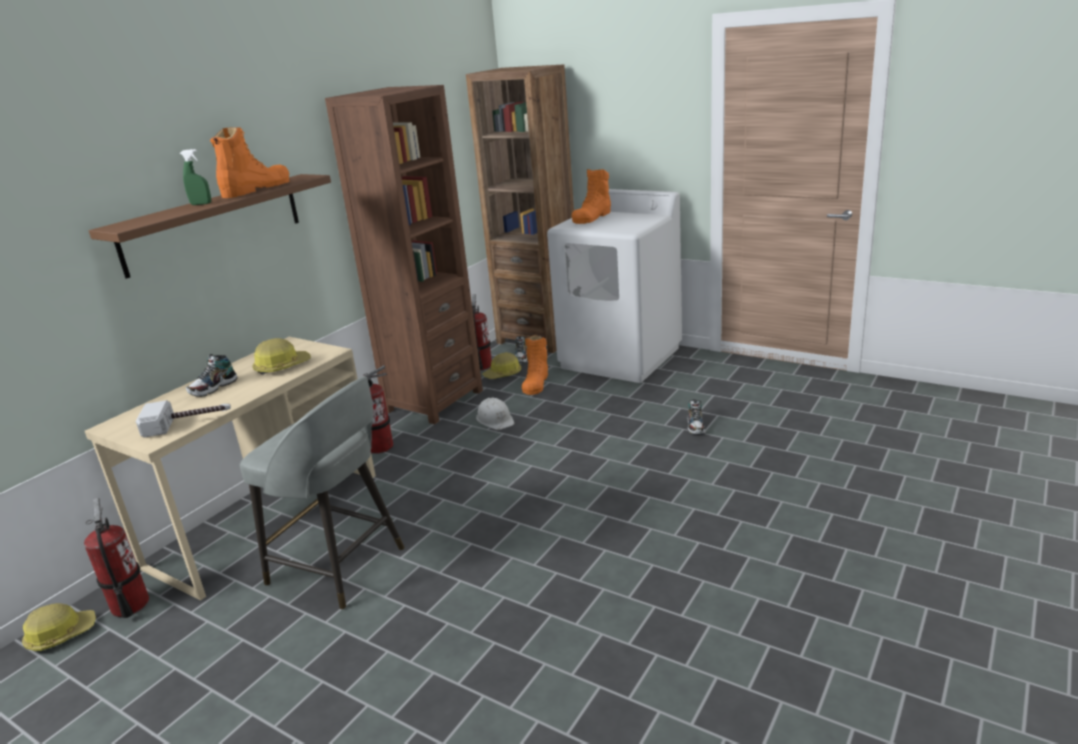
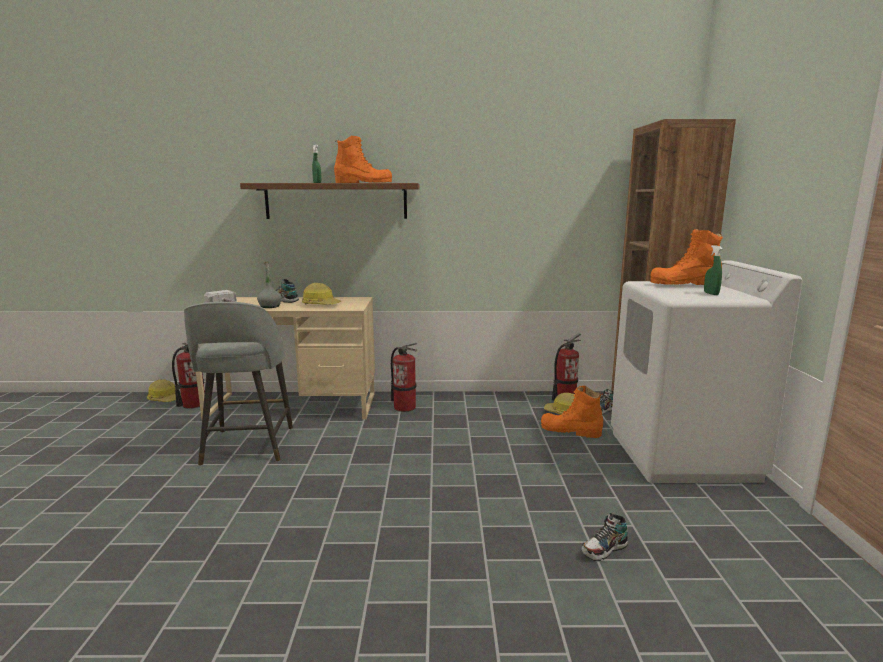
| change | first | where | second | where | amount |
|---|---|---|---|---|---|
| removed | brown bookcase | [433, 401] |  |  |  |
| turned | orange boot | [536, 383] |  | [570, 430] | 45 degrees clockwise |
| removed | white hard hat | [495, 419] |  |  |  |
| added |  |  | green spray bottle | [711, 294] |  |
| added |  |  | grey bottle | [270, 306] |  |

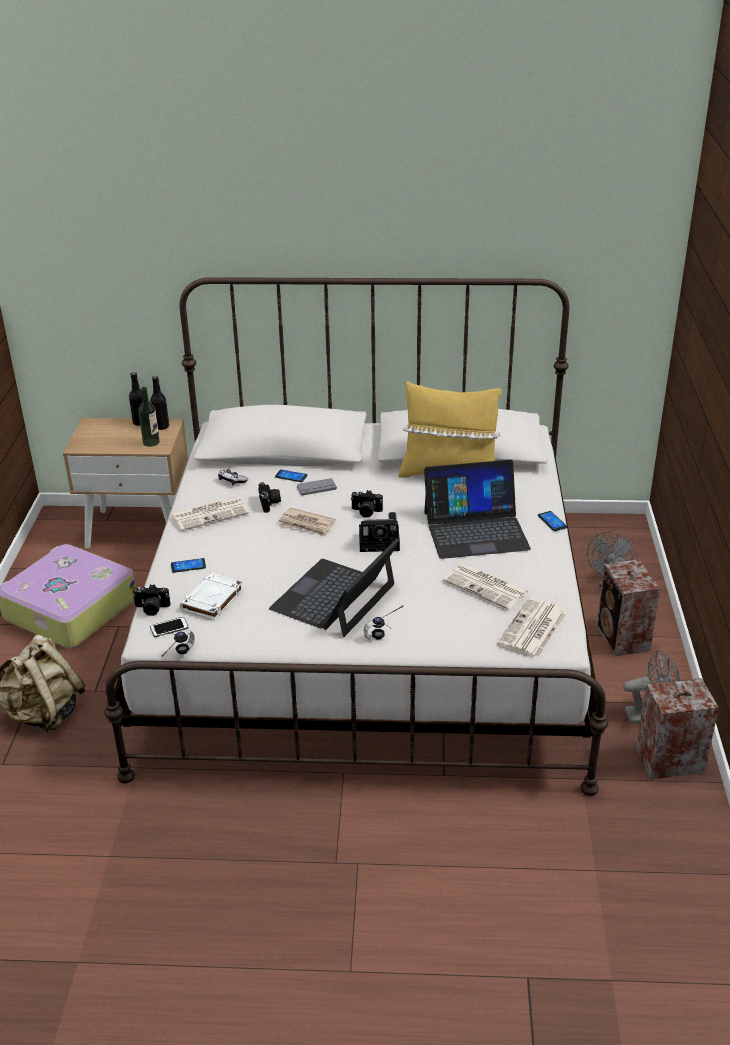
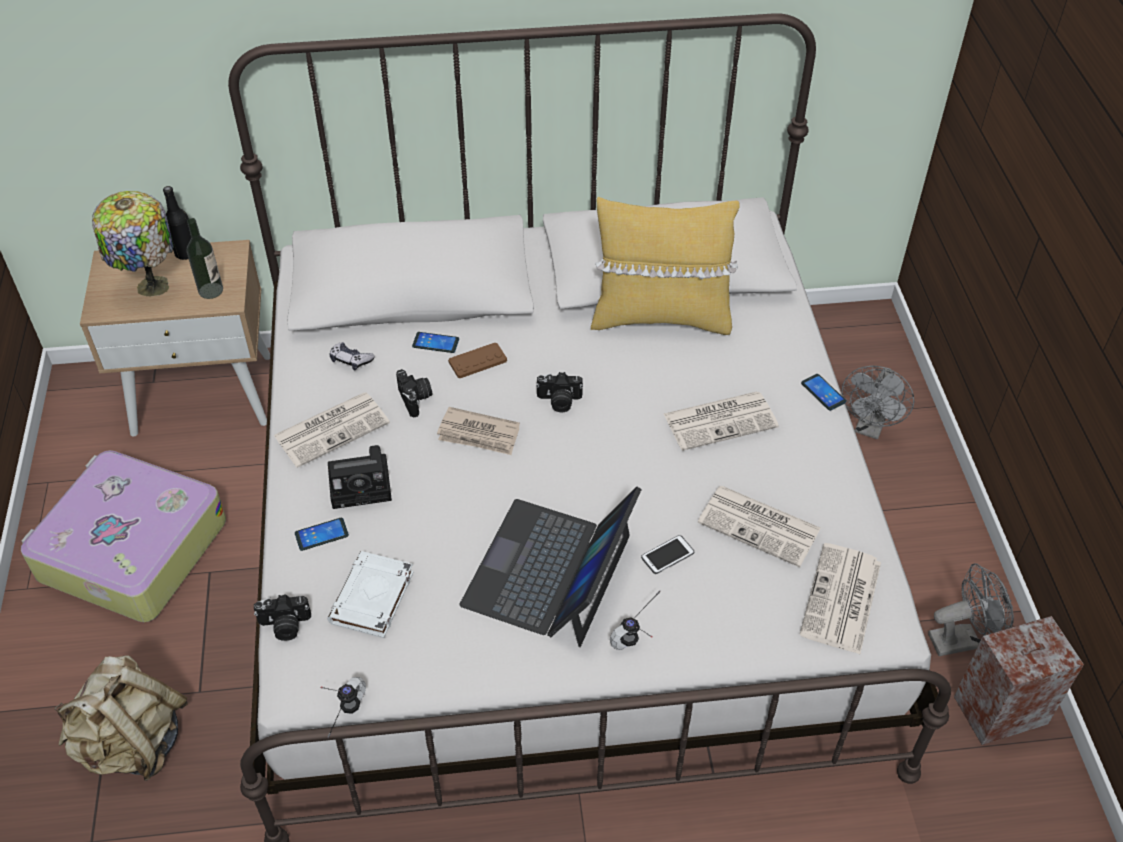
| change | first | where | second | where | amount |
|---|---|---|---|---|---|
| removed | black bottle | [161, 427] |  |  |  |
| replaced | laptop | [475, 530] | newspaper | [721, 420] |  |
| recoloured | grey game controller | [316, 487] | brown game controller | [477, 361] |  |
| moved | photo camera | [381, 541] |  | [363, 485] |  |
| removed | speaker | [622, 639] |  |  |  |
| moved | phone | [169, 628] |  | [667, 555] |  |
| added |  |  | table lamp | [150, 287] |  |

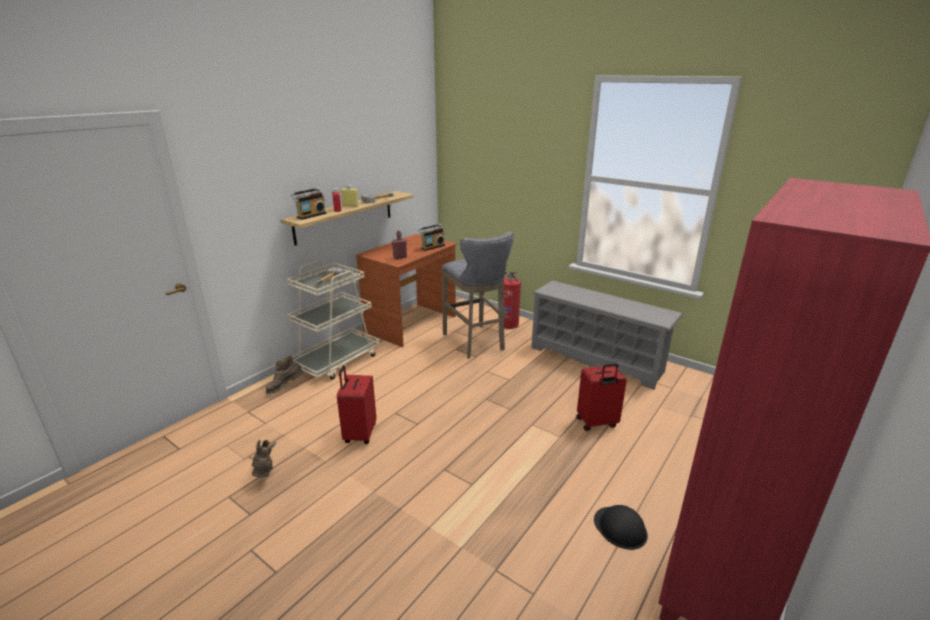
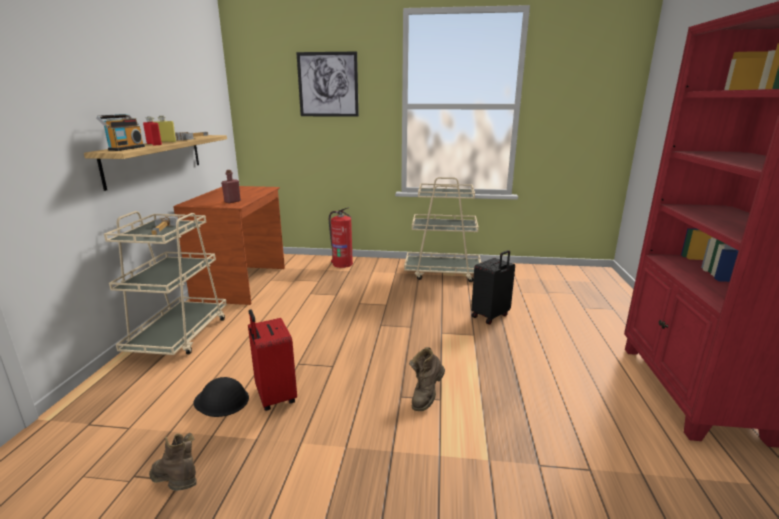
| change | first | where | second | where | amount |
|---|---|---|---|---|---|
| removed | radio | [432, 247] |  |  |  |
| removed | grey stool | [475, 343] |  |  |  |
| replaced | grey shoe rack | [597, 359] | beige cart | [442, 272] |  |
| moved | brown boot | [285, 388] |  | [426, 396] |  |
| recoloured | red suitcase | [597, 423] | black suitcase | [491, 316] |  |
| moved | black hard hat | [620, 528] |  | [221, 400] |  |
| added |  |  | picture | [328, 84] |  |

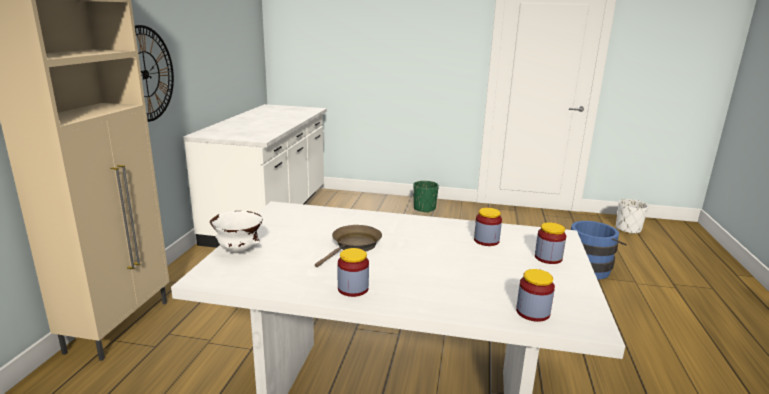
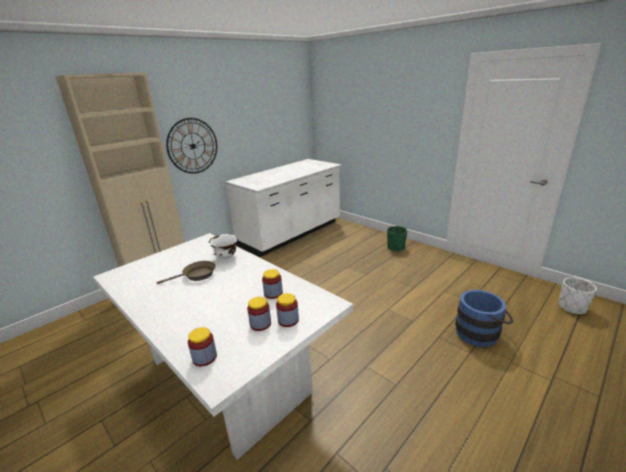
| change | first | where | second | where | amount |
|---|---|---|---|---|---|
| moved | white bowl | [239, 251] |  | [226, 257] |  |
| moved | jar | [353, 288] |  | [260, 324] |  |

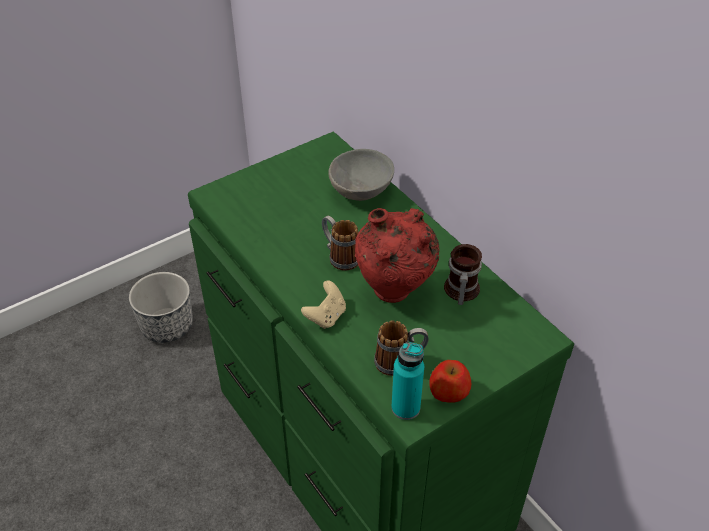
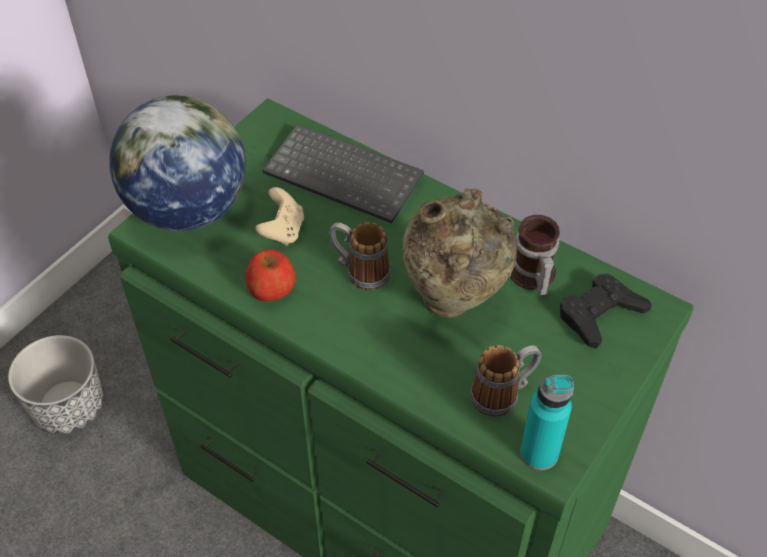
| change | first | where | second | where | amount |
|---|---|---|---|---|---|
| replaced | grey bowl | [362, 192] | keyboard | [346, 174] |  |
| recoloured | red vase | [394, 294] | beige vase | [453, 304] |  |
| moved | beige game controller | [326, 316] |  | [283, 231] |  |
| moved | apple | [448, 392] |  | [271, 289] |  |
| added |  |  | globe | [188, 210] |  |
| added |  |  | black game controller | [599, 314] |  |

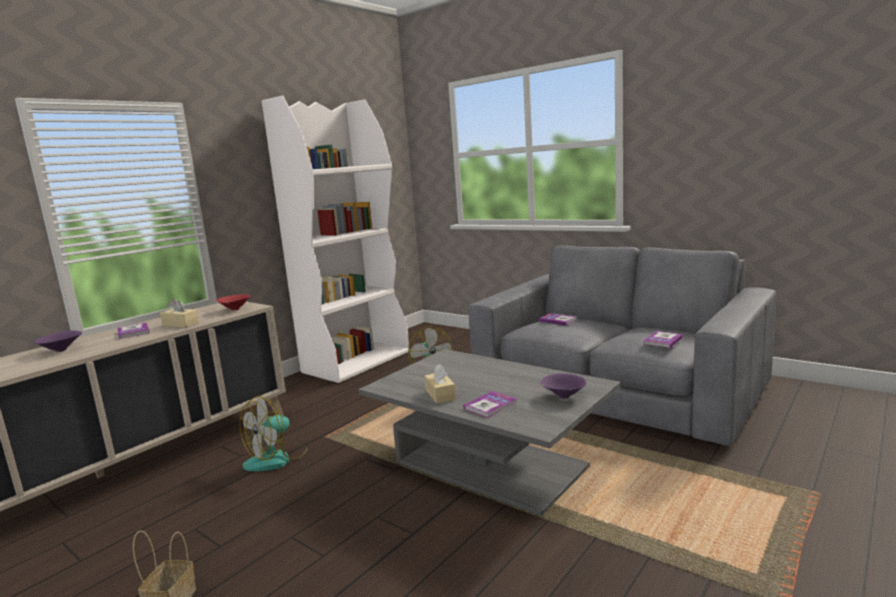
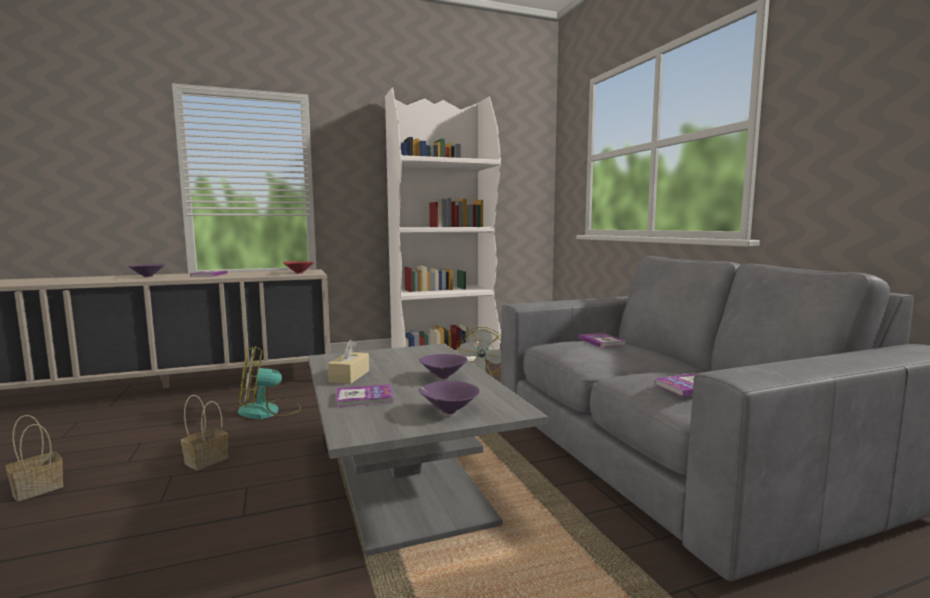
| change | first | where | second | where | amount |
|---|---|---|---|---|---|
| removed | beige tissue box | [180, 324] |  |  |  |
| added |  |  | purple bowl | [443, 377] |  |
| added |  |  | basket | [207, 460] |  |

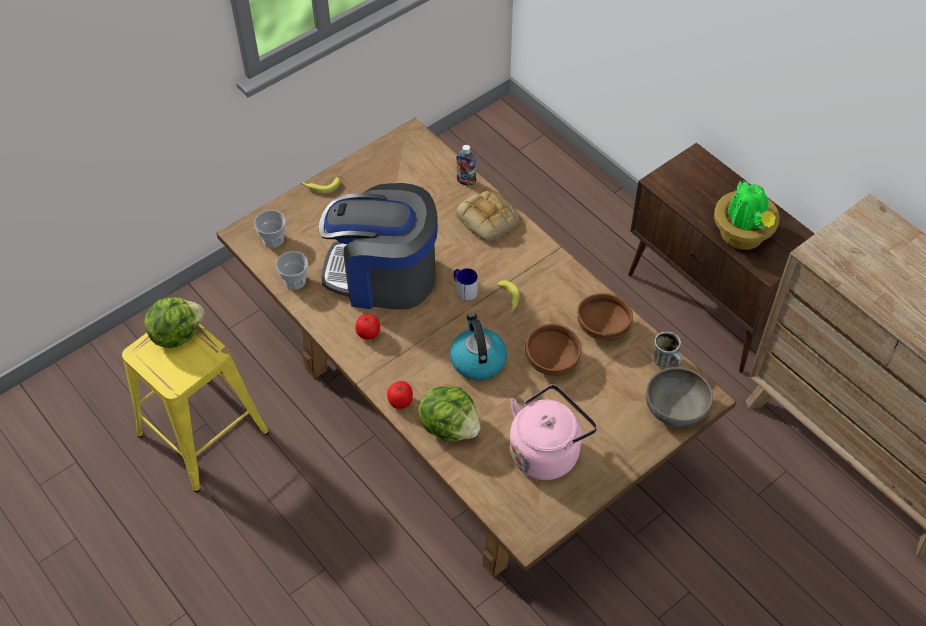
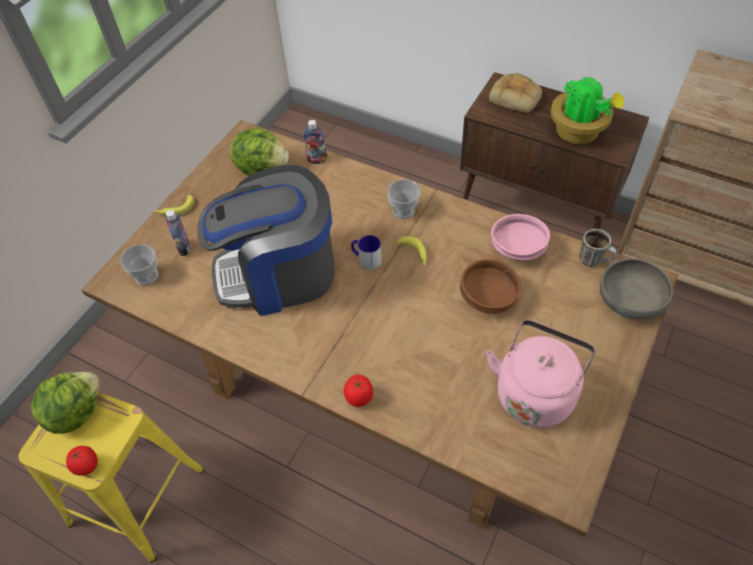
| change | first | where | second | where | amount |
|---|---|---|---|---|---|
| moved | bread | [488, 219] |  | [516, 97] |  |
| moved | cup | [295, 281] |  | [403, 211] |  |
| recoloured | brown bowl | [603, 327] | pink bowl | [517, 249] |  |
| removed | kettle | [477, 360] |  |  |  |
| moved | tomato | [368, 334] |  | [87, 466] |  |
| moved | lettuce | [450, 426] |  | [262, 167] |  |
| added |  |  | bottle | [184, 248] |  |

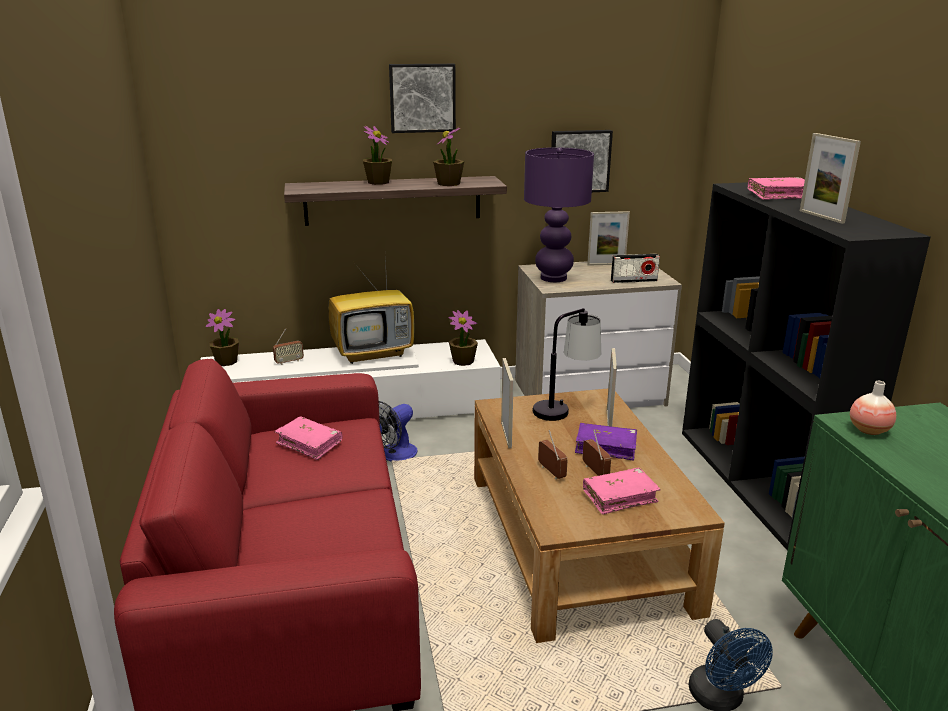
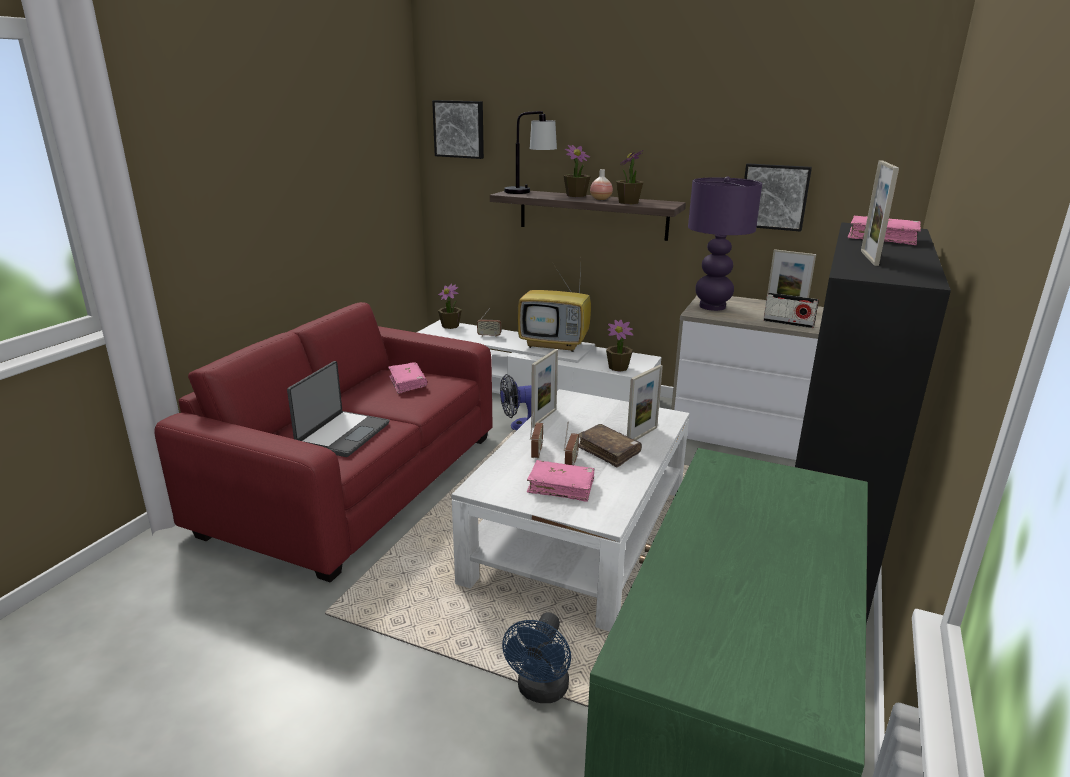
| change | first | where | second | where | amount |
|---|---|---|---|---|---|
| moved | picture | [422, 98] |  | [459, 129] |  |
| moved | table lamp | [564, 408] |  | [529, 192] |  |
| moved | vase | [869, 430] |  | [600, 199] |  |
| recoloured | brown coffee table | [576, 540] | white coffee table | [580, 532] |  |
| recoloured | purple book | [605, 448] | brown book | [608, 451] |  |
| added |  |  | laptop | [342, 434] |  |

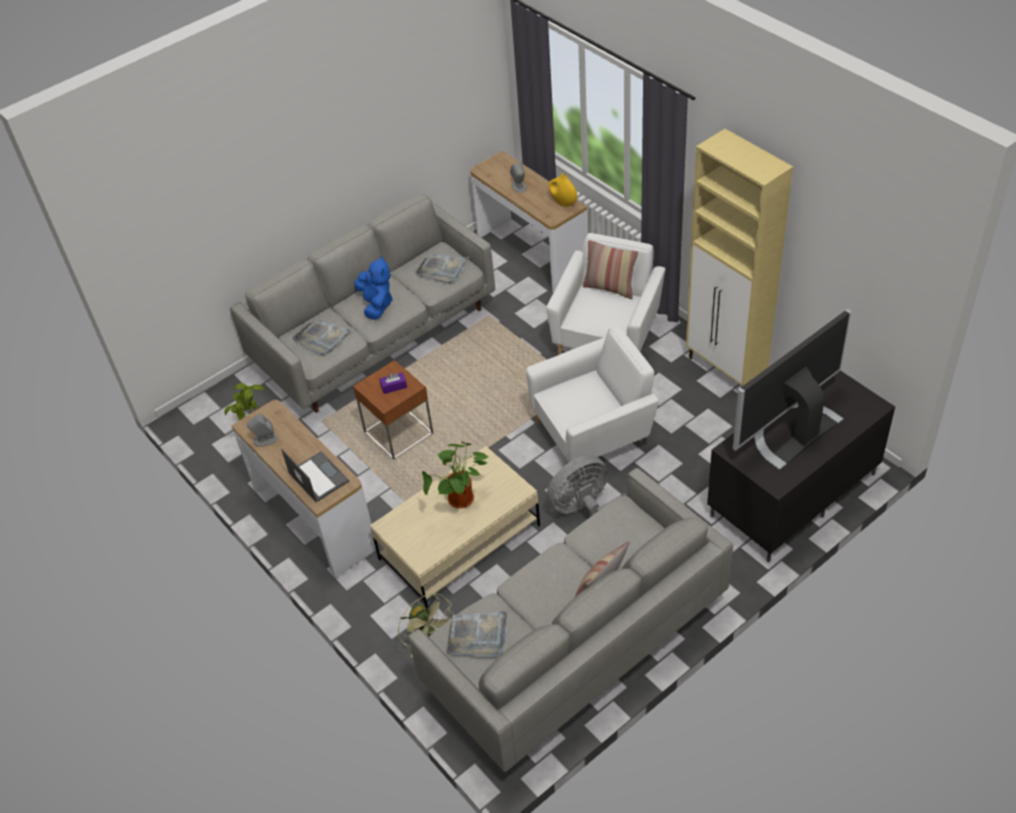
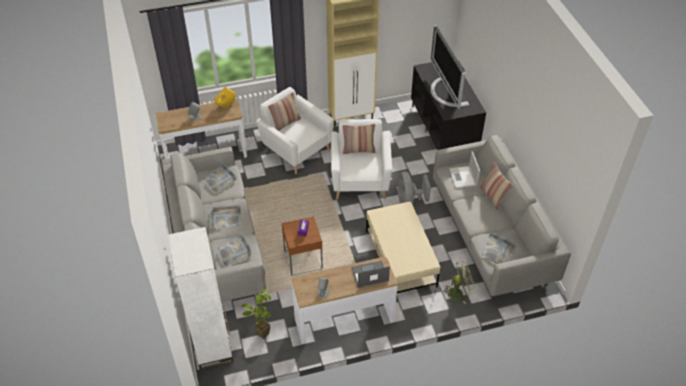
| change | first | where | second | where | amount |
|---|---|---|---|---|---|
| replaced | blue plush toy | [376, 304] | grey tray | [225, 218] |  |
| removed | potted plant | [461, 502] |  |  |  |
| added |  |  | pillow | [358, 150] |  |
| added |  |  | laptop | [463, 177] |  |
| added |  |  | white bookcase | [213, 345] |  |

